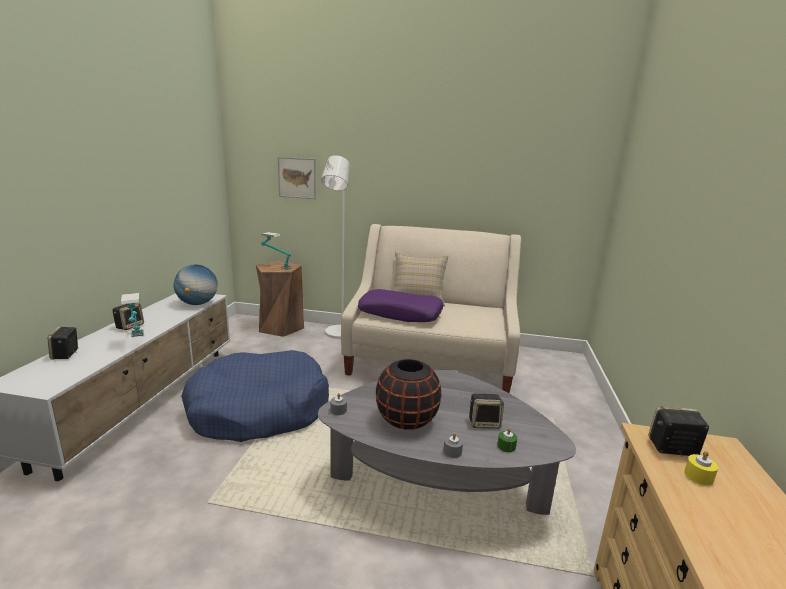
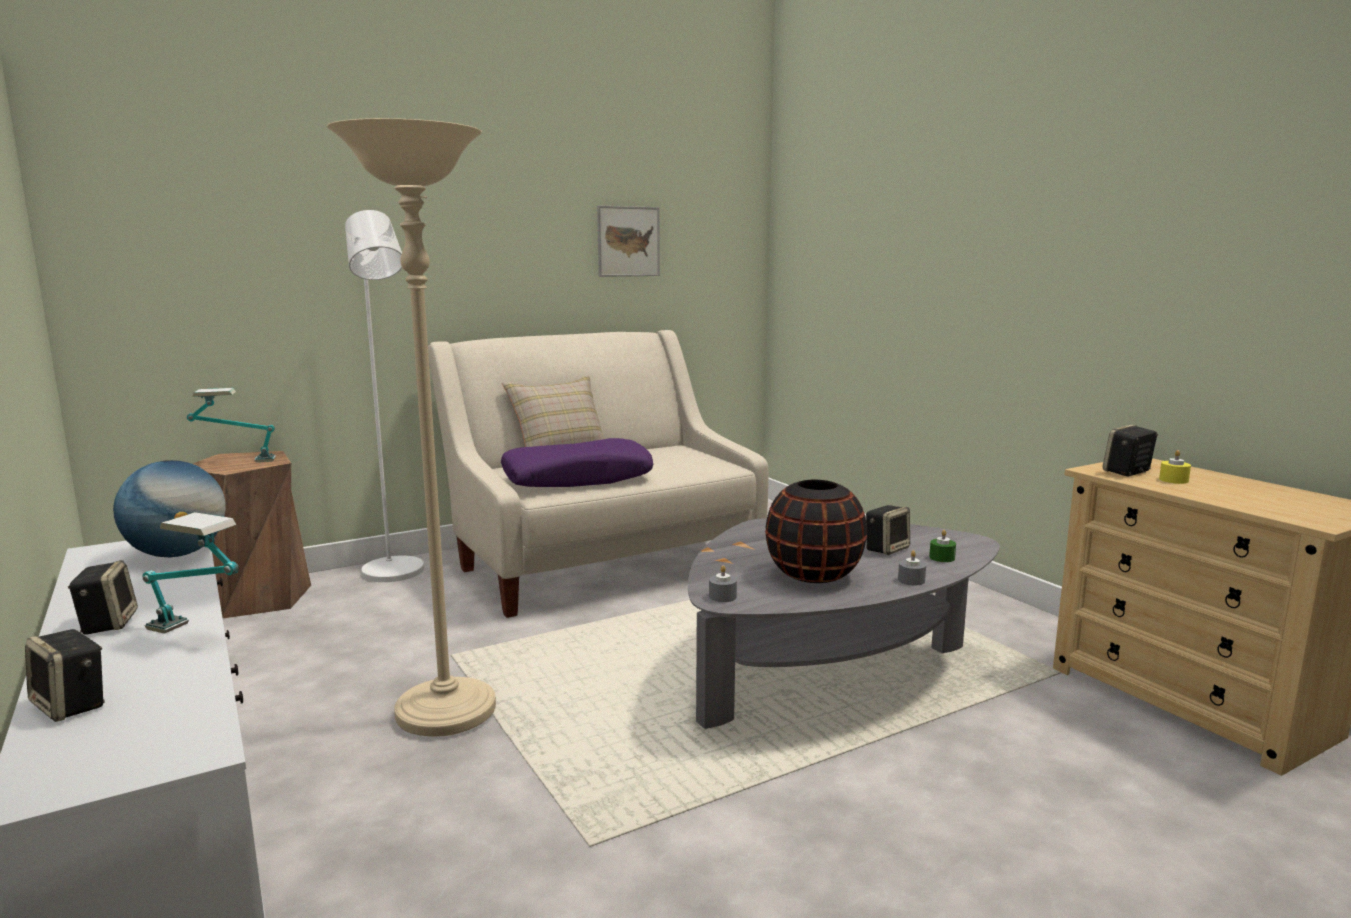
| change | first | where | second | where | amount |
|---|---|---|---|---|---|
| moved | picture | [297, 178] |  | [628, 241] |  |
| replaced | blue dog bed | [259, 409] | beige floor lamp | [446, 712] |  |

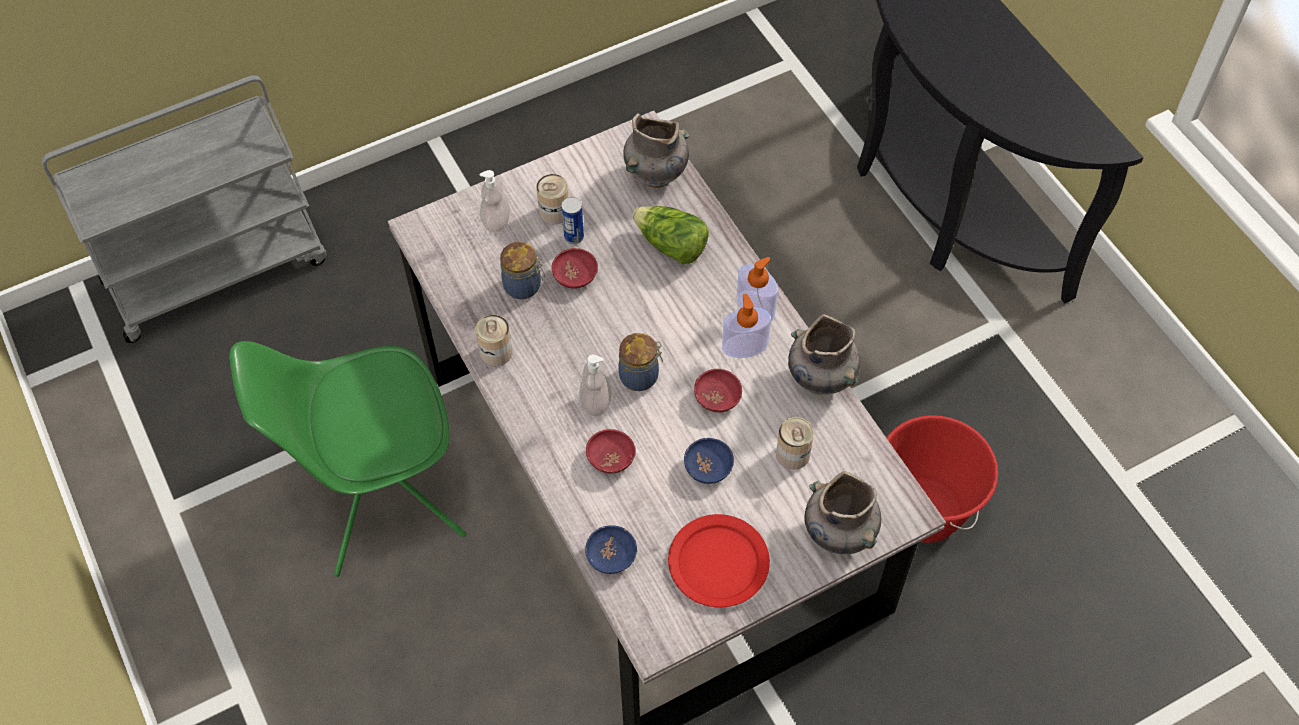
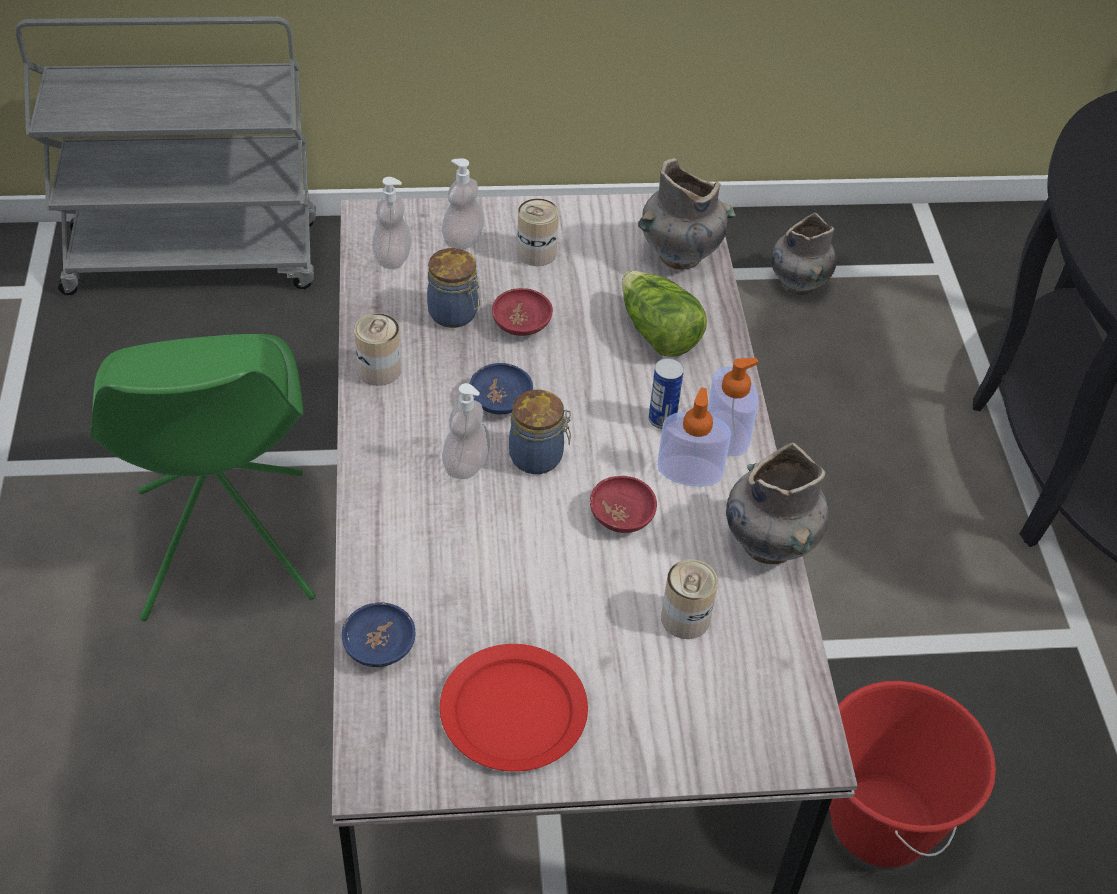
| change | first | where | second | where | amount |
|---|---|---|---|---|---|
| moved | can | [574, 236] |  | [662, 419] |  |
| turned | green chair | [381, 501] |  | [224, 548] | 105 degrees counterclockwise |
| removed | red bowl | [611, 458] |  |  |  |
| moved | blue bowl | [708, 468] |  | [500, 401] |  |
| moved | grey vase | [837, 533] |  | [797, 284] |  |
| added |  |  | soap dispenser | [392, 258] |  |

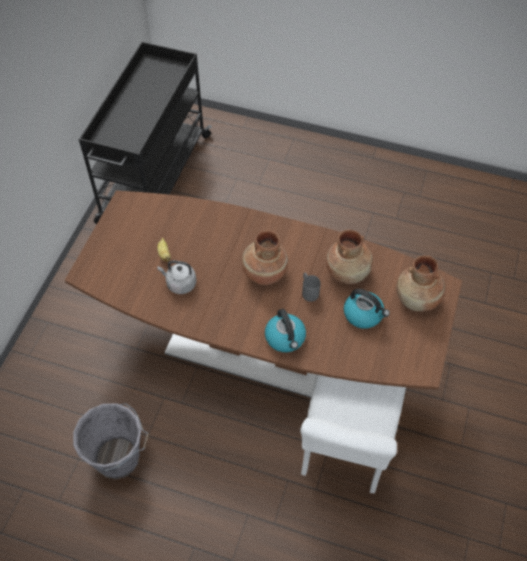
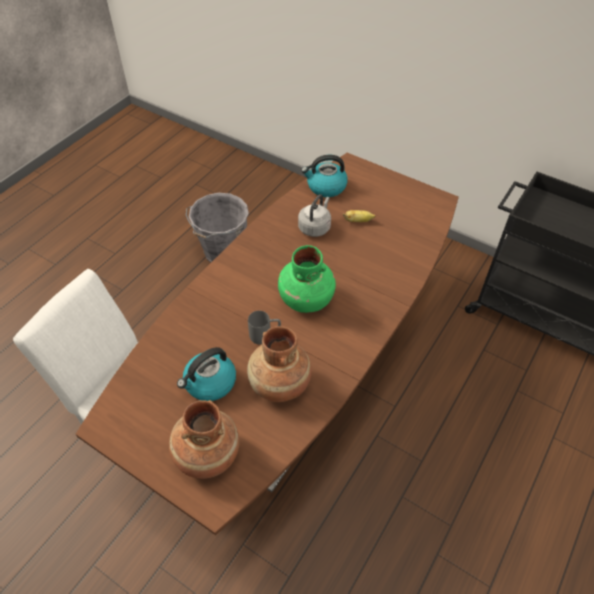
| change | first | where | second | where | amount |
|---|---|---|---|---|---|
| recoloured | brown vase | [264, 273] | green vase | [306, 299] |  |
| moved | kettle | [285, 338] |  | [326, 187] |  |

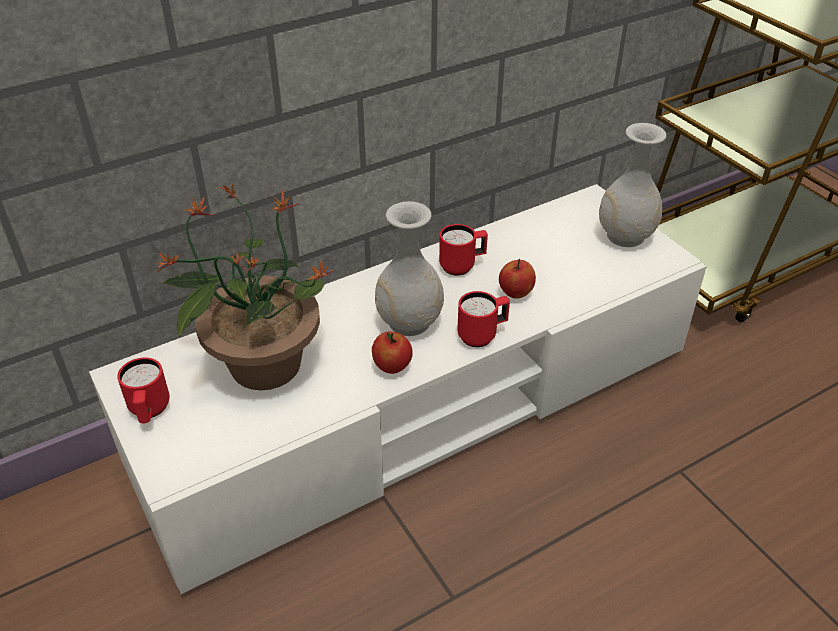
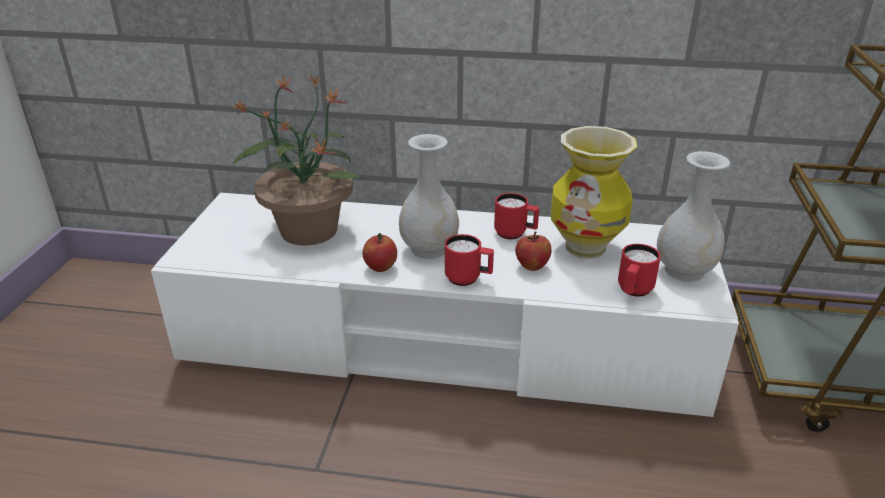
| change | first | where | second | where | amount |
|---|---|---|---|---|---|
| moved | red mug | [149, 412] |  | [633, 292] |  |
| added |  |  | vase | [585, 247] |  |

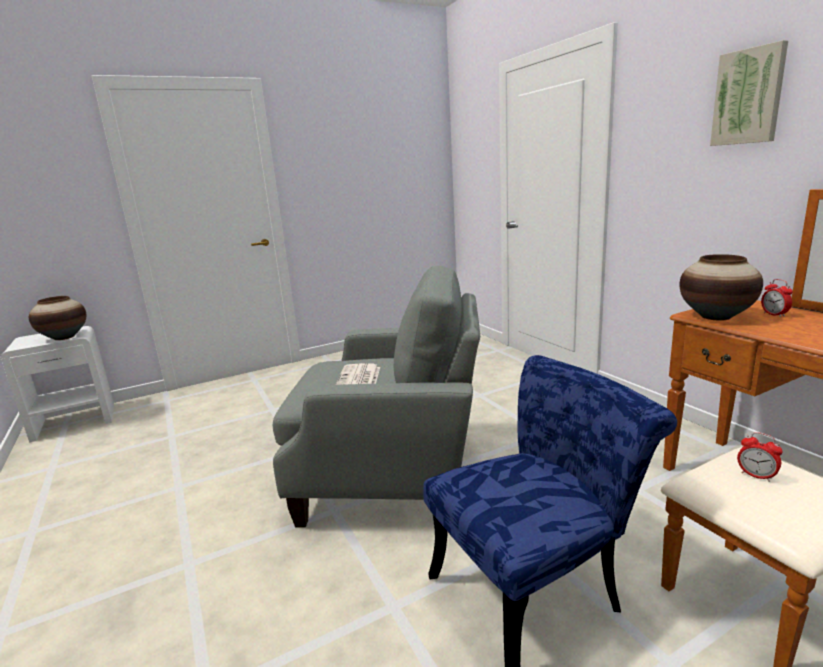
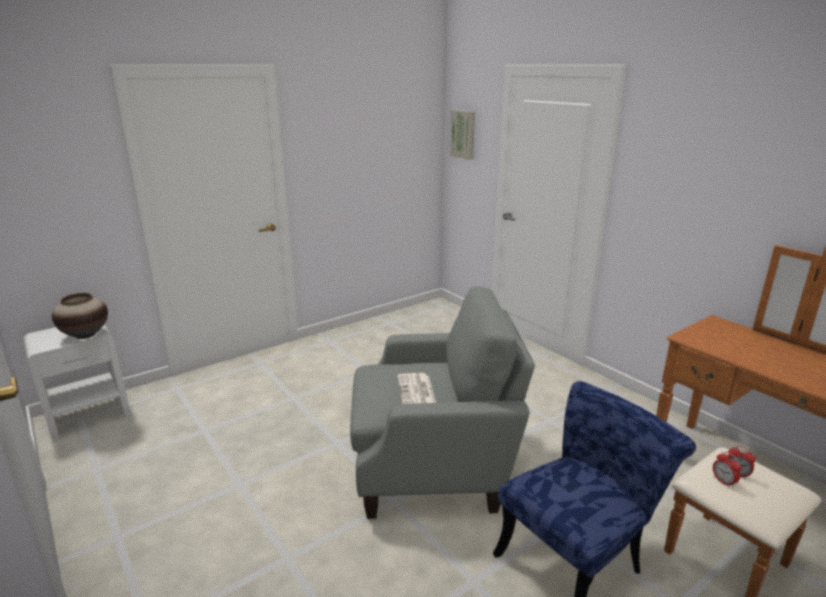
| change | first | where | second | where | amount |
|---|---|---|---|---|---|
| moved | picture | [748, 97] |  | [463, 134] |  |
| removed | vase | [715, 317] |  |  |  |
| moved | alarm clock | [774, 314] |  | [723, 481] |  |

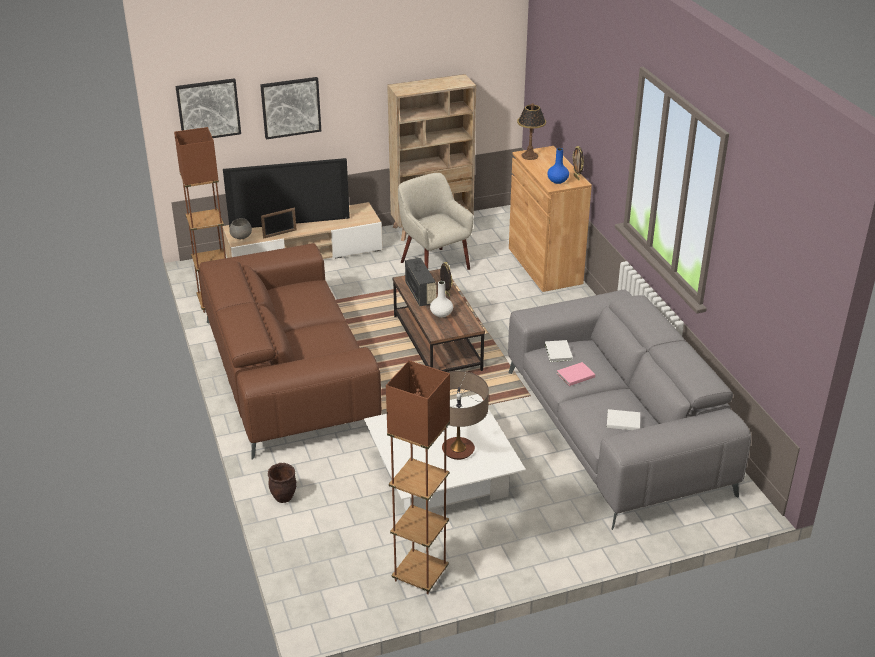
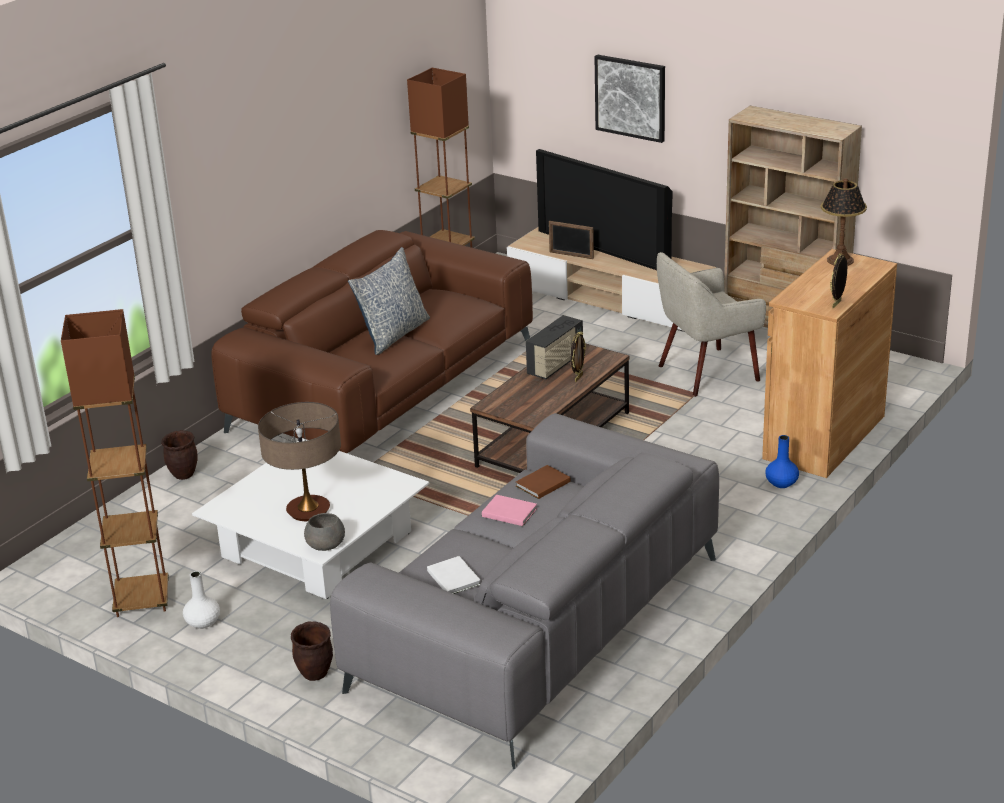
| change | first | where | second | where | amount |
|---|---|---|---|---|---|
| removed | picture | [208, 109] |  |  |  |
| moved | blue vase | [557, 181] |  | [781, 483] |  |
| turned | beige armchair | [434, 265] |  | [706, 372] | 135 degrees counterclockwise |
| moved | grey bowl | [241, 236] |  | [326, 544] |  |
| moved | white vase | [441, 314] |  | [202, 622] |  |
| recoloured | white book | [558, 353] | brown book | [541, 484] |  |
| added |  |  | pillow | [393, 334] |  |
| added |  |  | brown planter | [314, 674] |  |

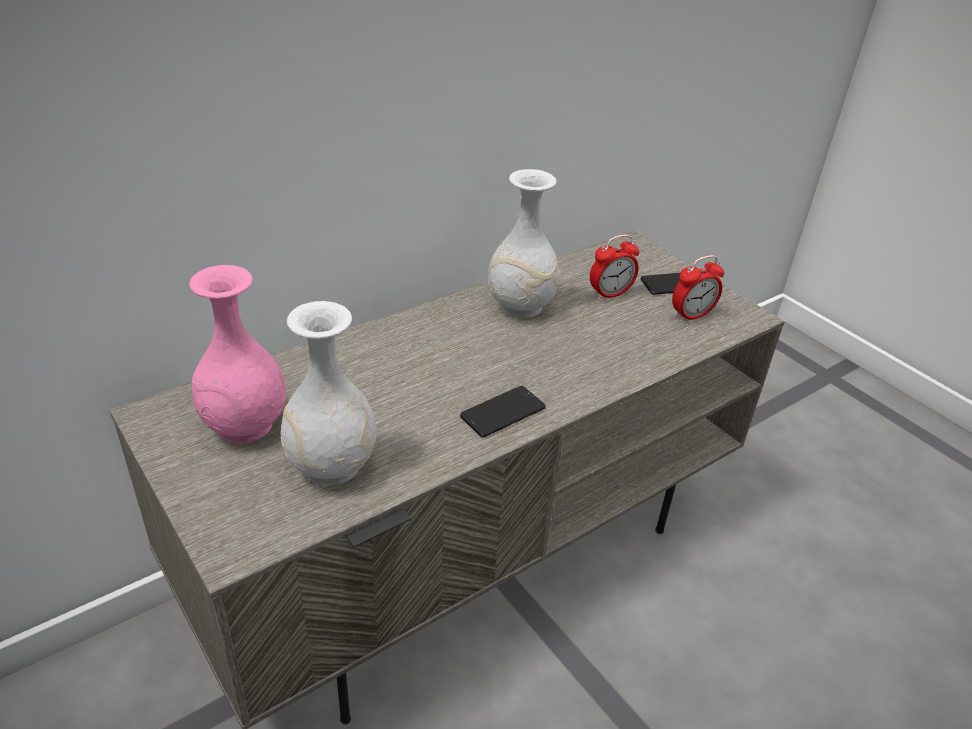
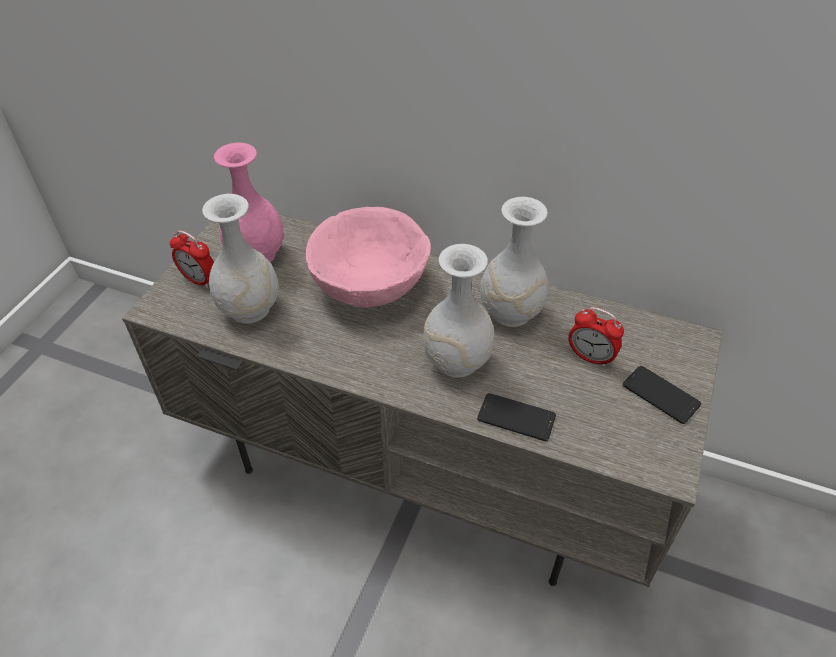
| change | first | where | second | where | amount |
|---|---|---|---|---|---|
| moved | alarm clock | [691, 316] |  | [199, 280] |  |
| moved | phone | [503, 412] |  | [516, 418] |  |
| added |  |  | pink bowl | [368, 284] |  |
| added |  |  | white vase | [456, 360] |  |

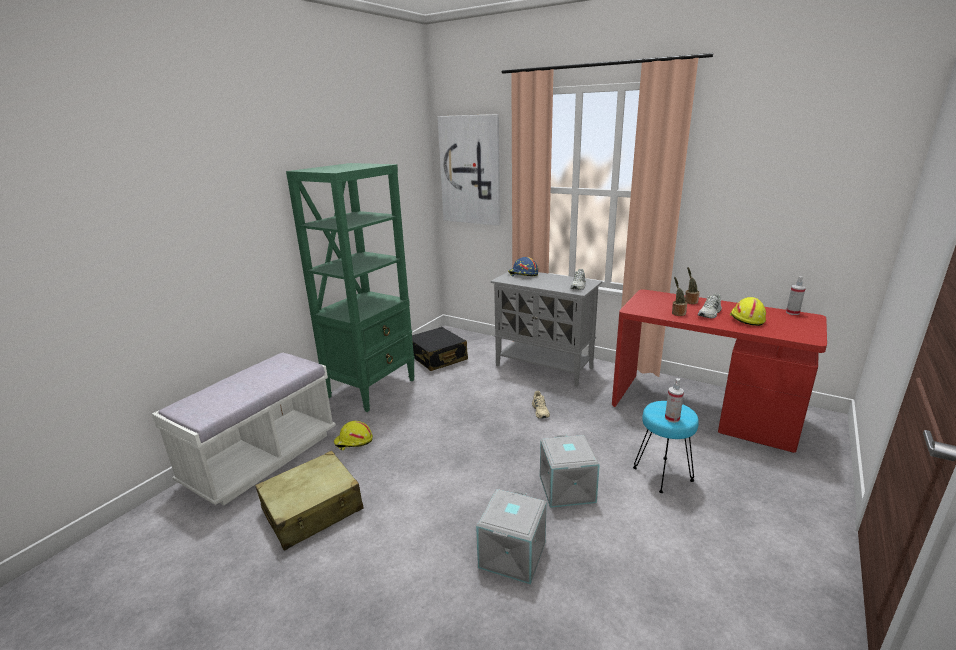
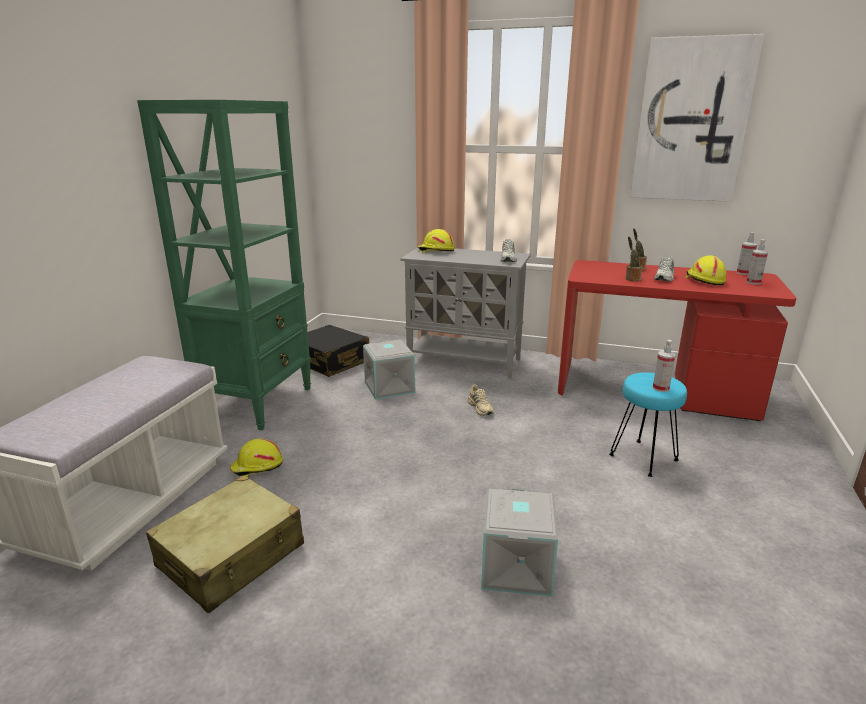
| change | first | where | second | where | amount |
|---|---|---|---|---|---|
| moved | picture | [470, 170] |  | [691, 121] |  |
| recoloured | blue hard hat | [523, 274] | yellow hard hat | [435, 251] |  |
| moved | grey storage box | [568, 489] |  | [390, 387] |  |
| added |  |  | spray bottle | [753, 282] |  |

